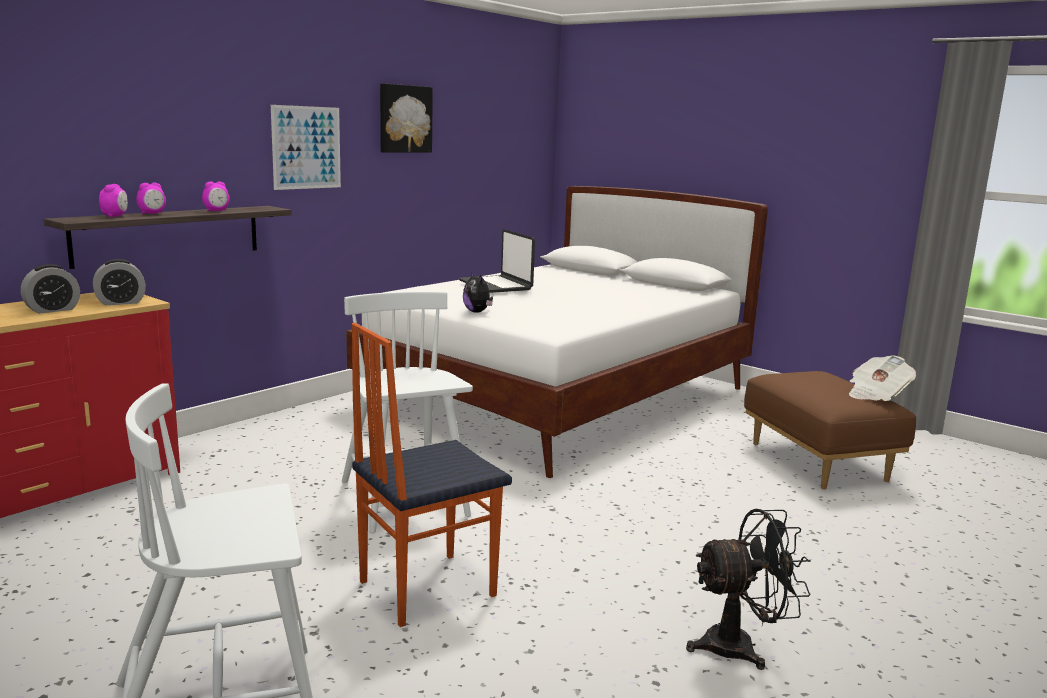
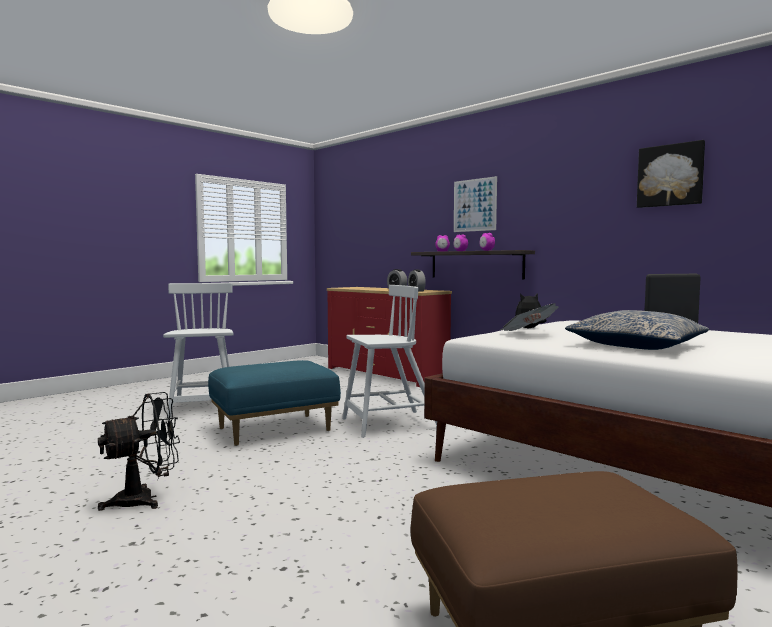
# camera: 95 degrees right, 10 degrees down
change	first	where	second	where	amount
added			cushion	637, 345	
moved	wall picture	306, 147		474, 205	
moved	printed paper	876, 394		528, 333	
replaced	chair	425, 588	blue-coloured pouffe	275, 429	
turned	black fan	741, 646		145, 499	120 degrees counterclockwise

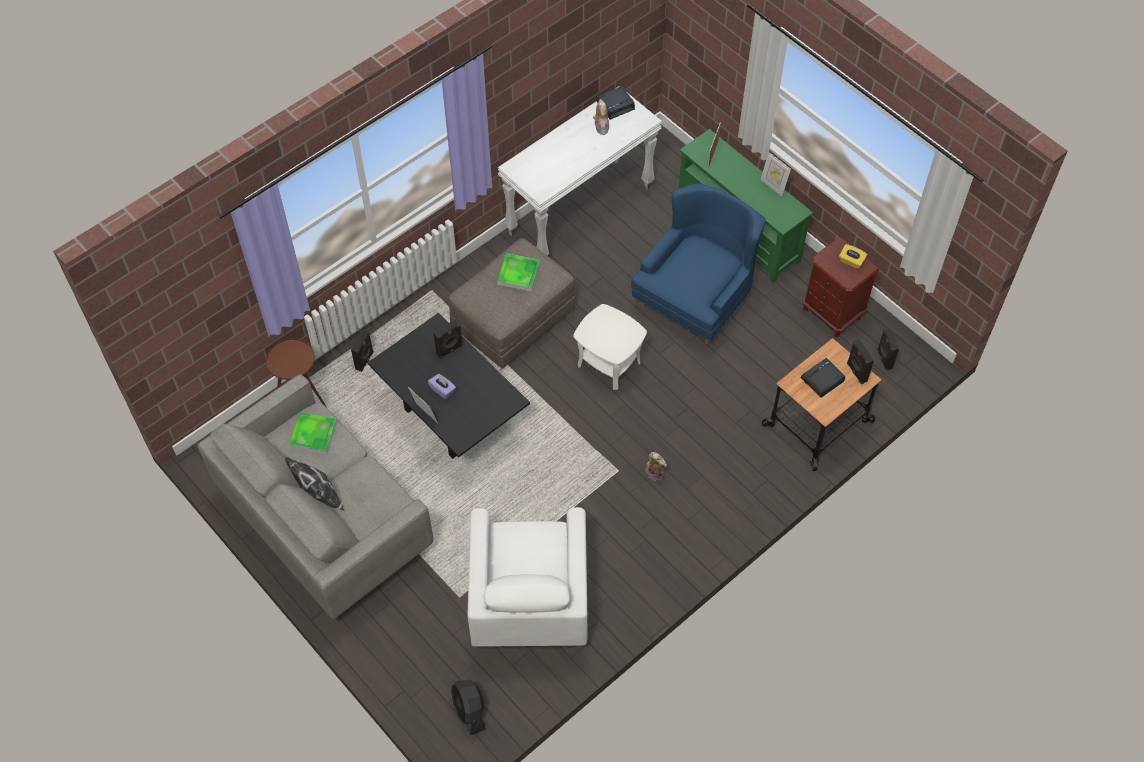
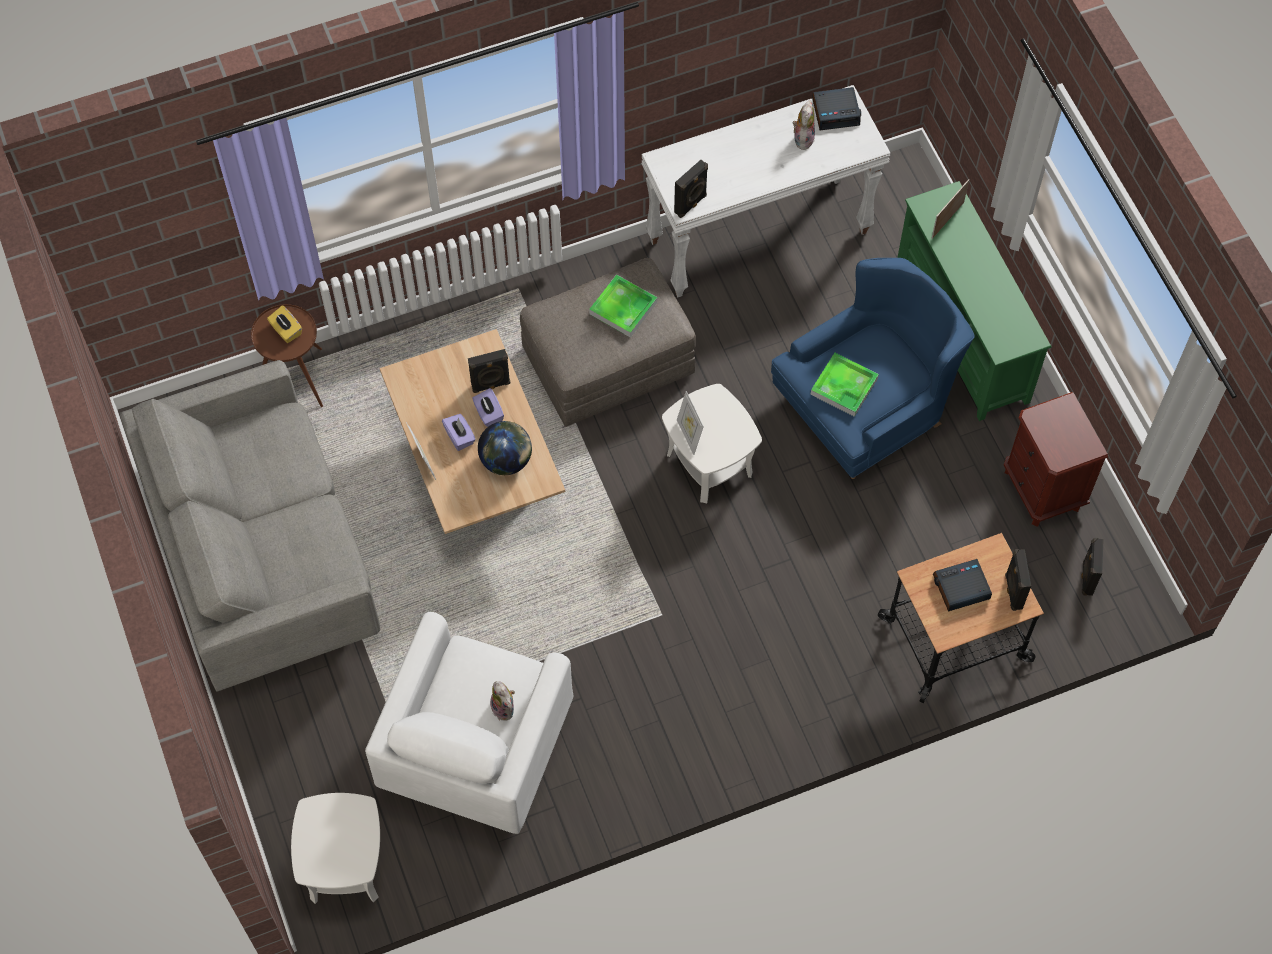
# camera: 20 degrees right, 5 degrees up
change	first	where	second	where	amount
removed	cushion	319, 498			
added			purple box of tissues	488, 414	
added			world globe	506, 461	
moved	serving tray	313, 435		844, 386	
moved	black loudspeaker	365, 361		691, 204	
moved	soft toy	655, 473		505, 708	
moved	standing frame	773, 186		689, 435	
moved	yellow-coloured box of tissues	851, 261		286, 331	
replaced	black fan	469, 710	whitish side table	345, 865	
recoloured	black lounge table	452, 416	beige-coloured lounge table	476, 470	

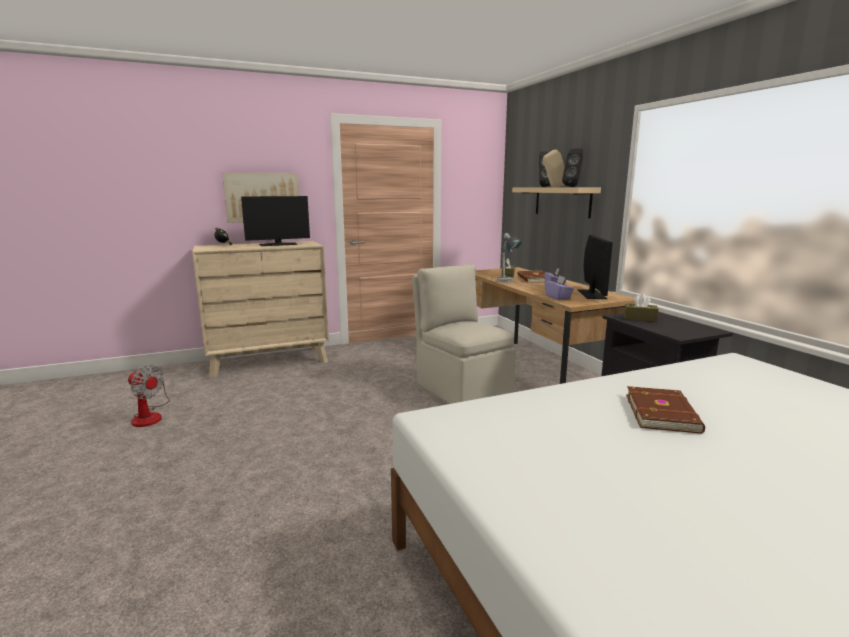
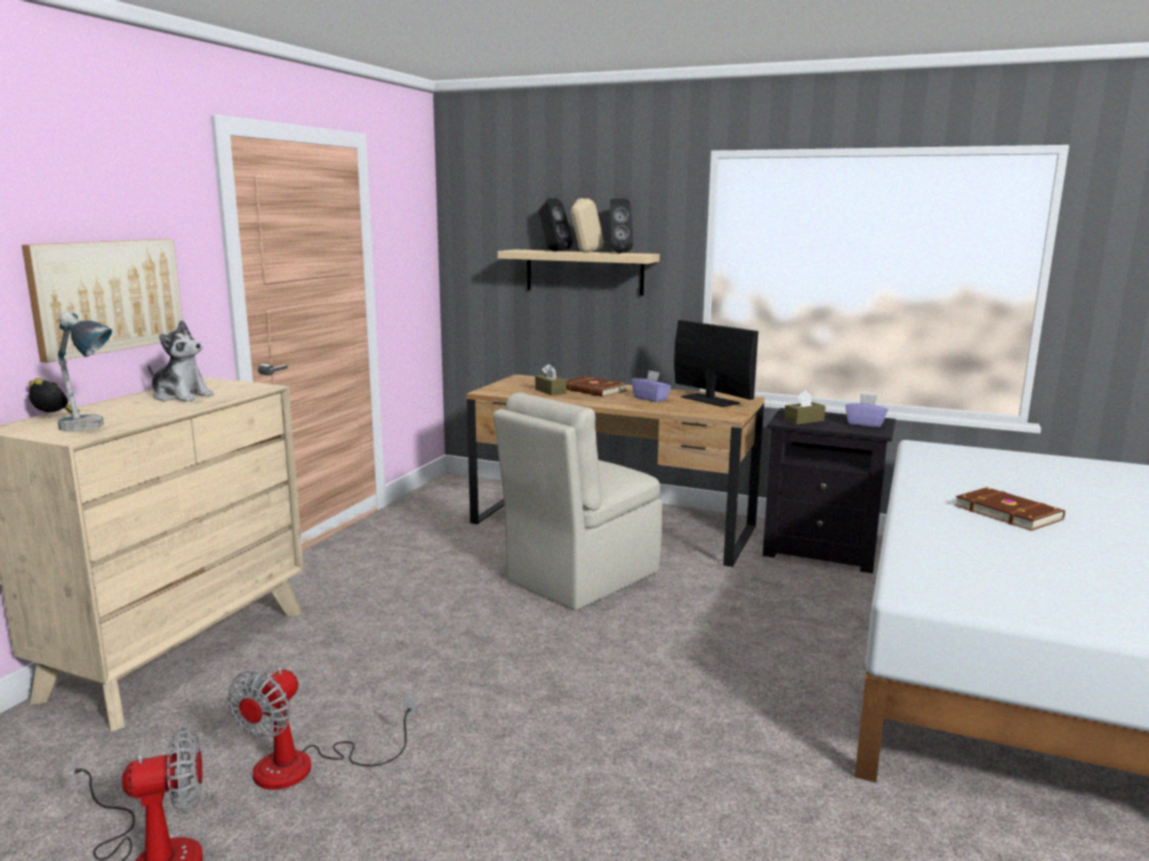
# camera: 45 degrees left, 0 degrees up
change	first	where	second	where	amount
added			fan	305, 767	
moved	table lamp	507, 282		90, 429	
moved	purple box of tissues	558, 297		865, 424	
replaced	computer screen	278, 244	soft toy	181, 396	
turned	beige-coloured chair	461, 389		580, 577	60 degrees counterclockwise

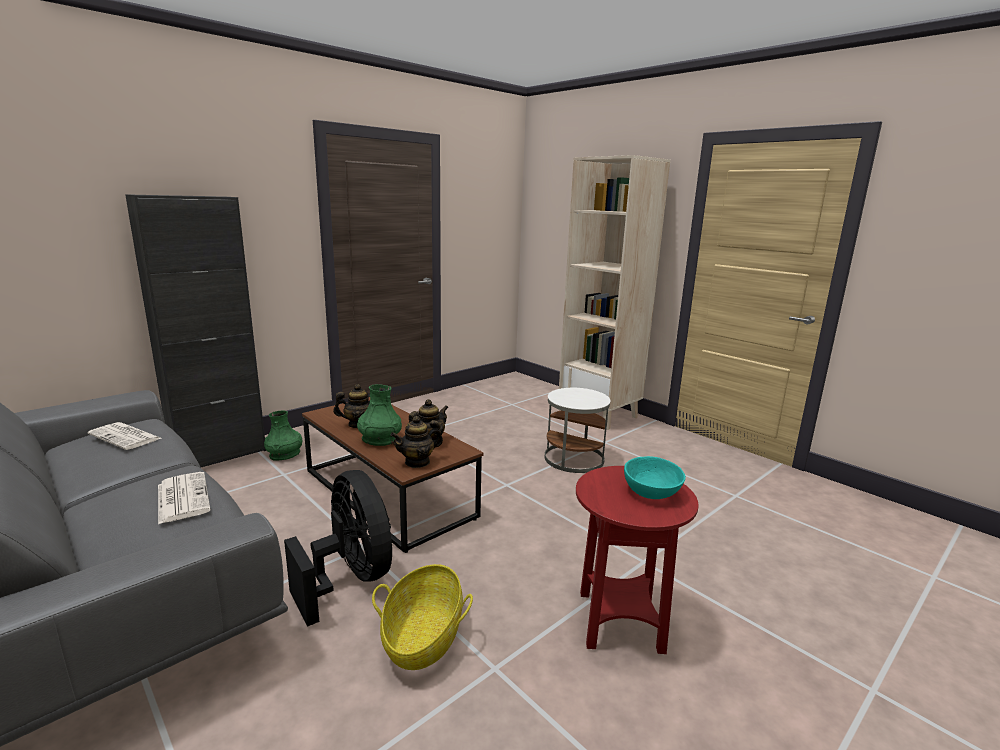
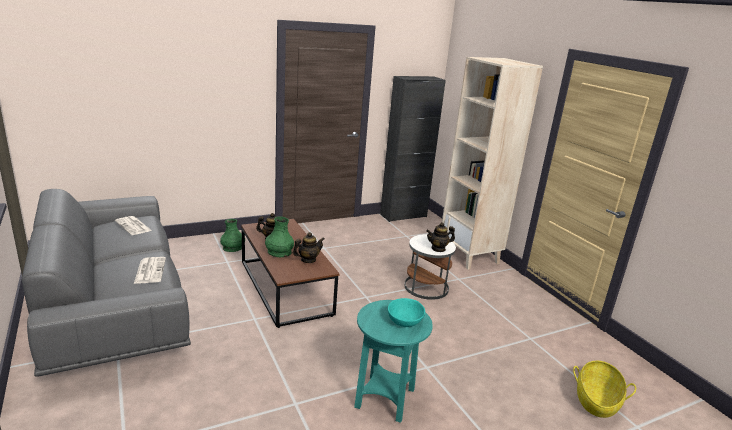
# camera: 15 degrees right, 5 degrees up
change	first	where	second	where	amount
removed	black fan	350, 578			
moved	black cupboard	219, 455		403, 215	
moved	storage basket	423, 636		596, 401	
moved	tea pot	417, 462		438, 249	
recoloured	red side table	620, 622	turquoise side table	385, 399	

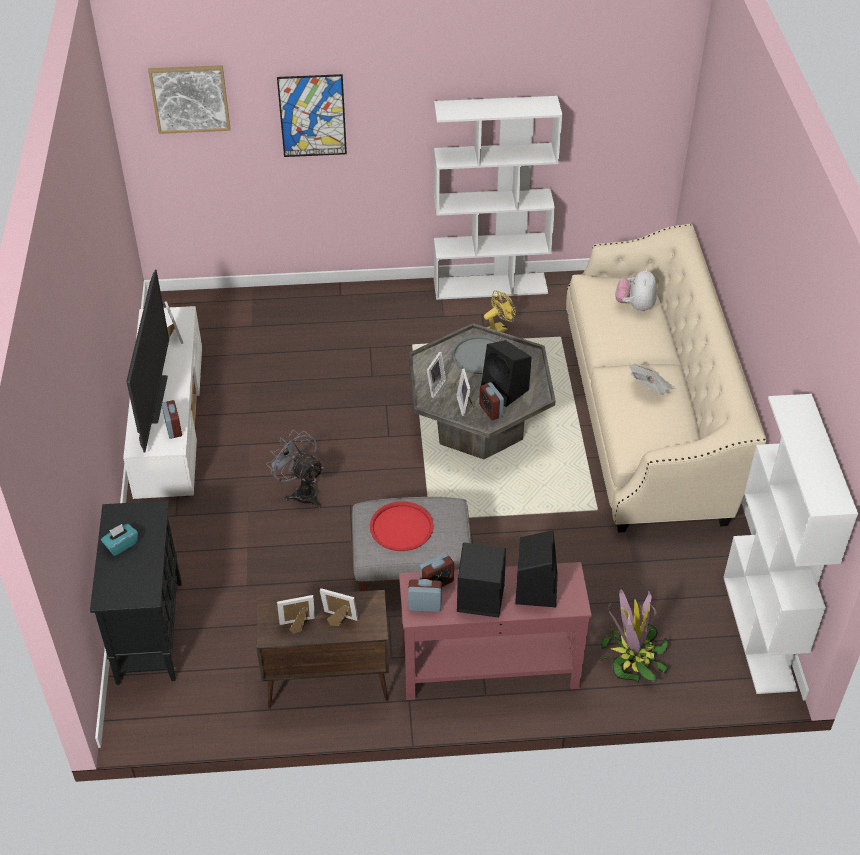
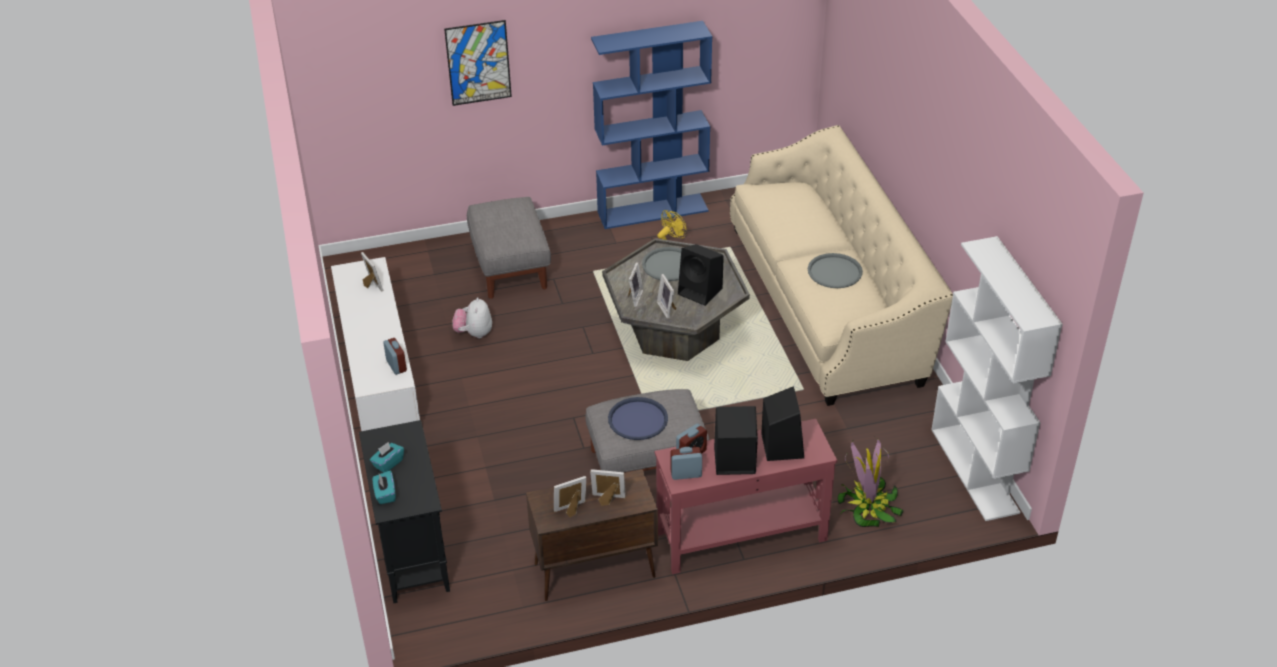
# camera: 10 degrees left, 5 degrees down
change	first	where	second	where	amount
removed	TV set	156, 399			
removed	wall picture	190, 98			
removed	greyish fan	301, 492			
removed	bedside clock	491, 410			
added			turquoise box of tissues	385, 494	
added			greyish pouffe	510, 269	
moved	soft toy	635, 306		474, 333	
replaced	printed paper	651, 389	greyish serving tray	834, 271	
recoloured	red serving tray	401, 527	blue-coloured serving tray	637, 419	
recoloured	whitish bookcase	491, 286	blue-coloured bookcase	653, 211	

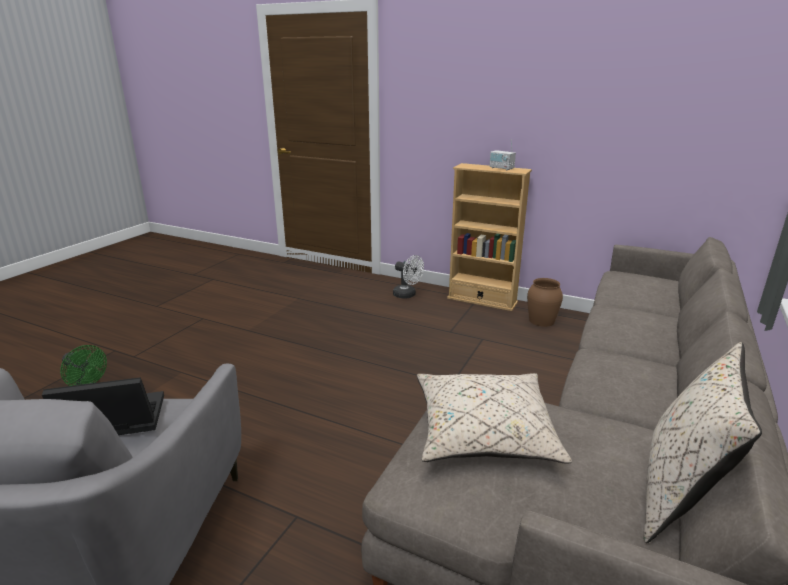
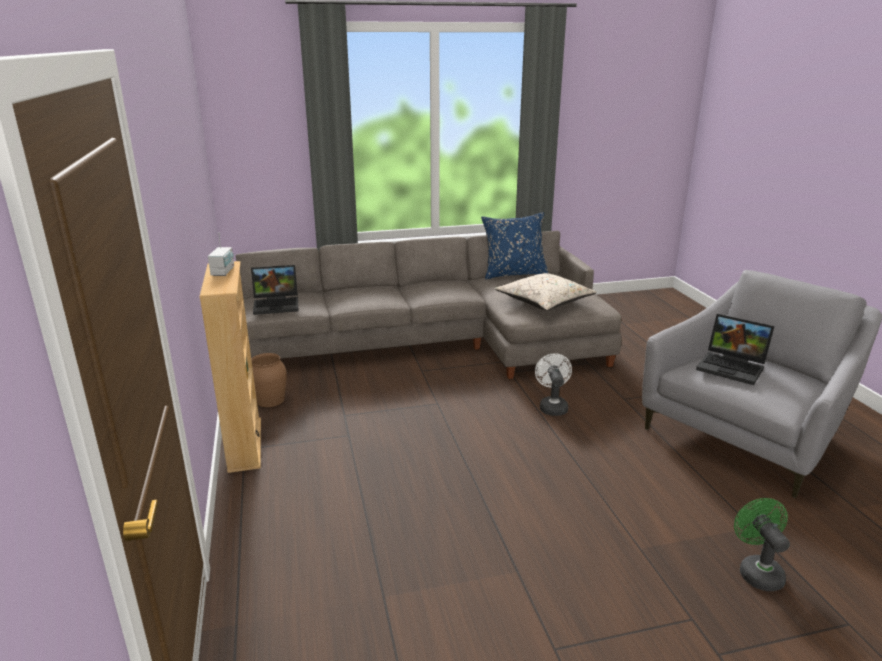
# camera: 130 degrees left, 0 degrees up
change	first	where	second	where	amount
added			laptop	277, 304	
moved	whitish fan	407, 295		552, 406	
recoloured	beige-coloured cushion	679, 494	blue-coloured cushion	513, 274	

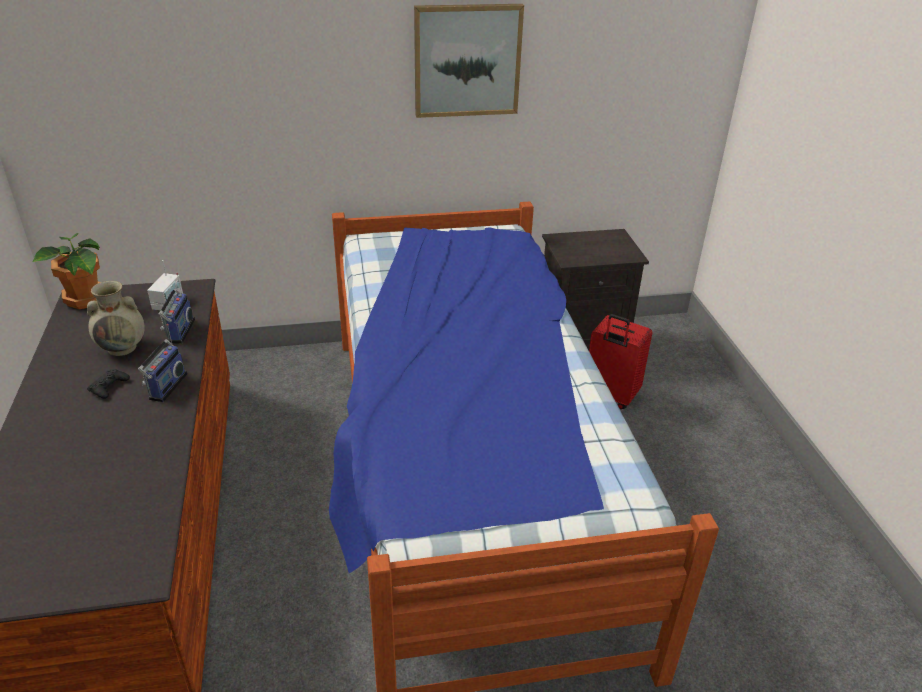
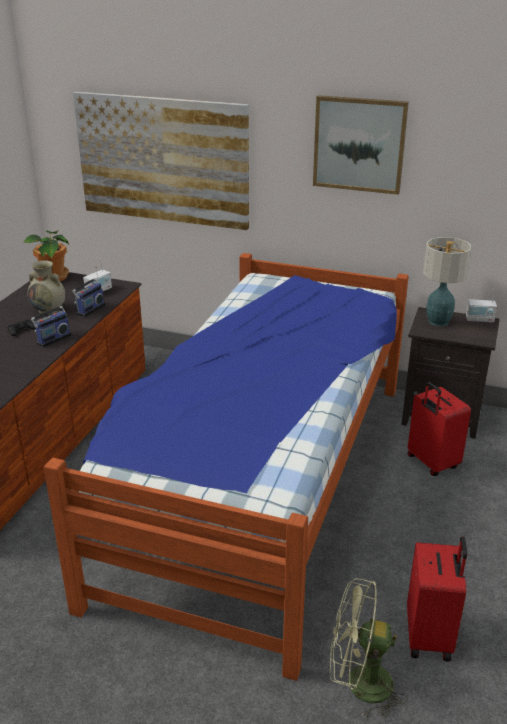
# camera: 30 degrees right, 5 degrees down
change	first	where	second	where	amount
added			wall picture	163, 160	
added			greenish fan	359, 684	
added			red suitcase	430, 636	
added			table lamp	437, 321	
added			radio set	479, 320	

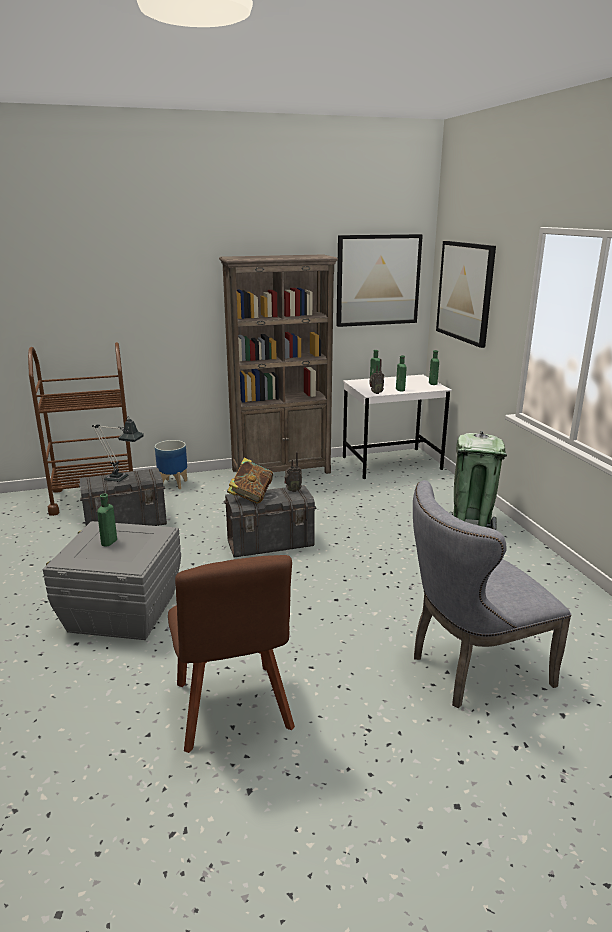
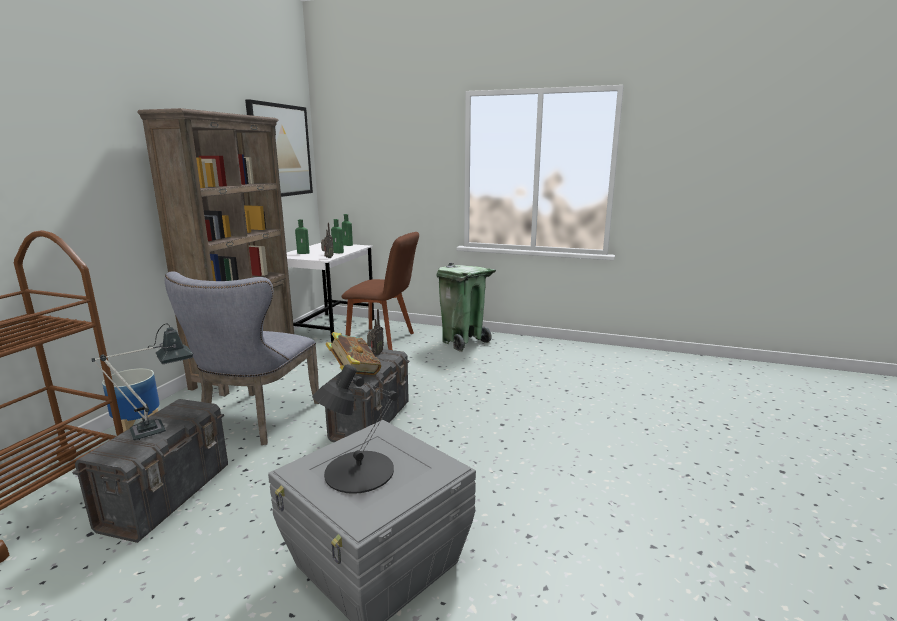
# camera: 55 degrees left, 5 degrees down
change	first	where	second	where	amount
removed	wall picture	465, 292			
moved	brown-coloured chair	233, 711		383, 339	
moved	greyish chair	472, 670		257, 421	
replaced	greenish bottle	108, 542	black table lamp	358, 471	

